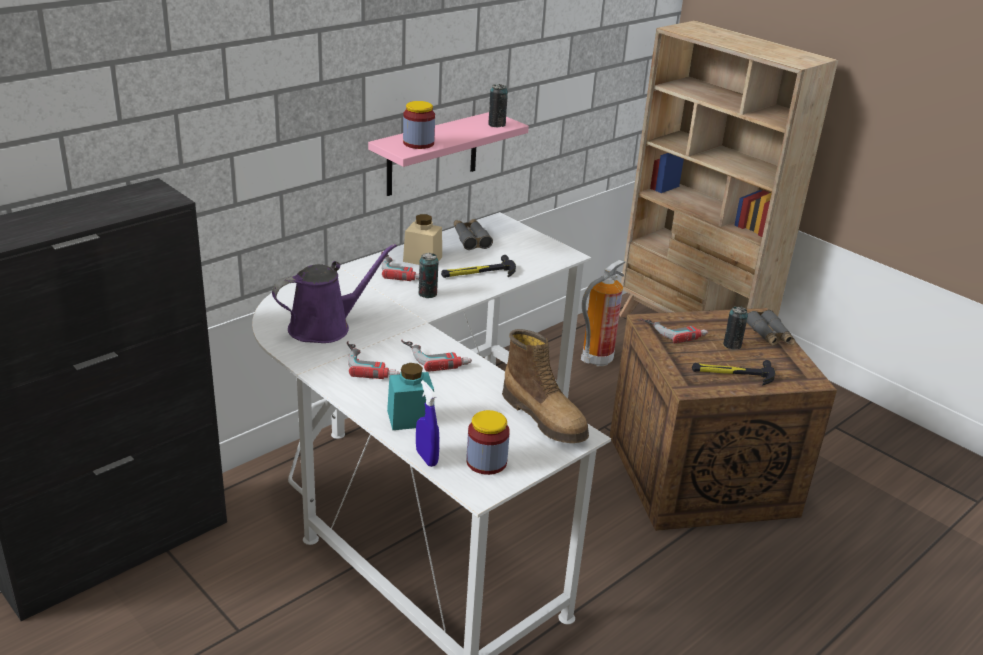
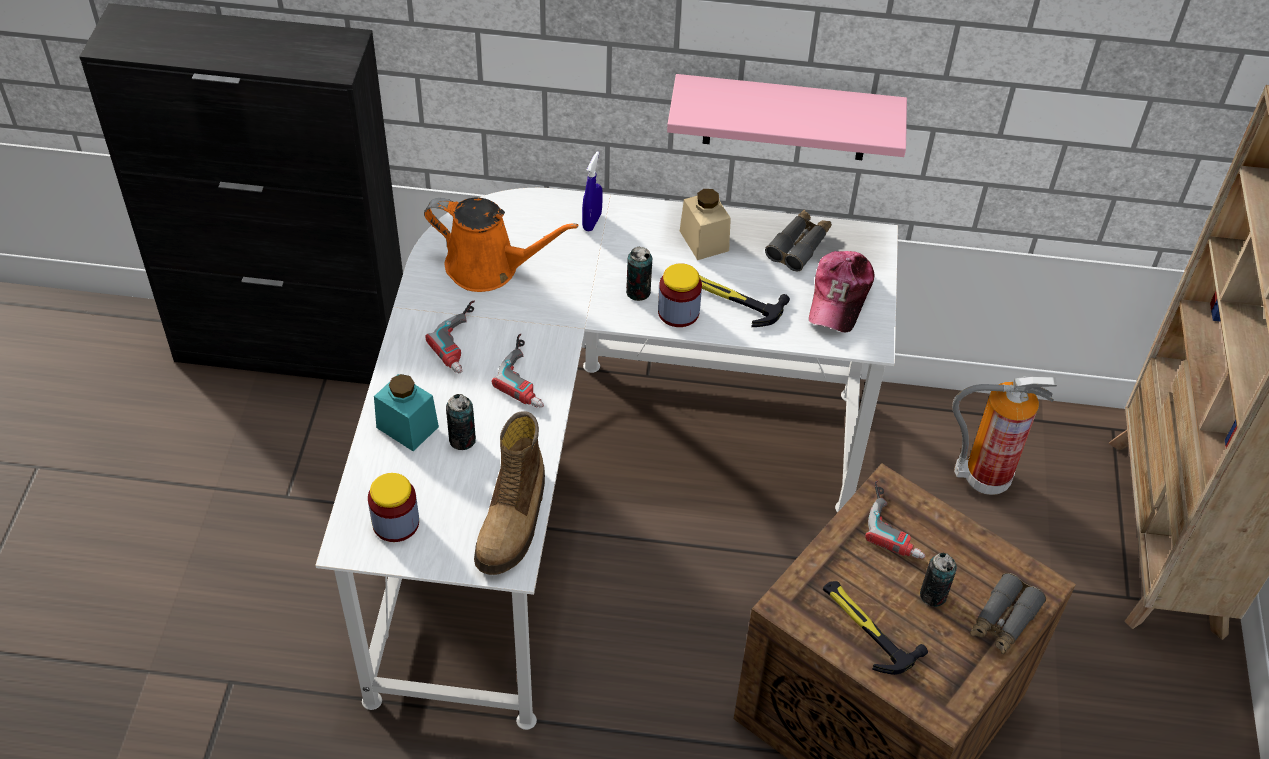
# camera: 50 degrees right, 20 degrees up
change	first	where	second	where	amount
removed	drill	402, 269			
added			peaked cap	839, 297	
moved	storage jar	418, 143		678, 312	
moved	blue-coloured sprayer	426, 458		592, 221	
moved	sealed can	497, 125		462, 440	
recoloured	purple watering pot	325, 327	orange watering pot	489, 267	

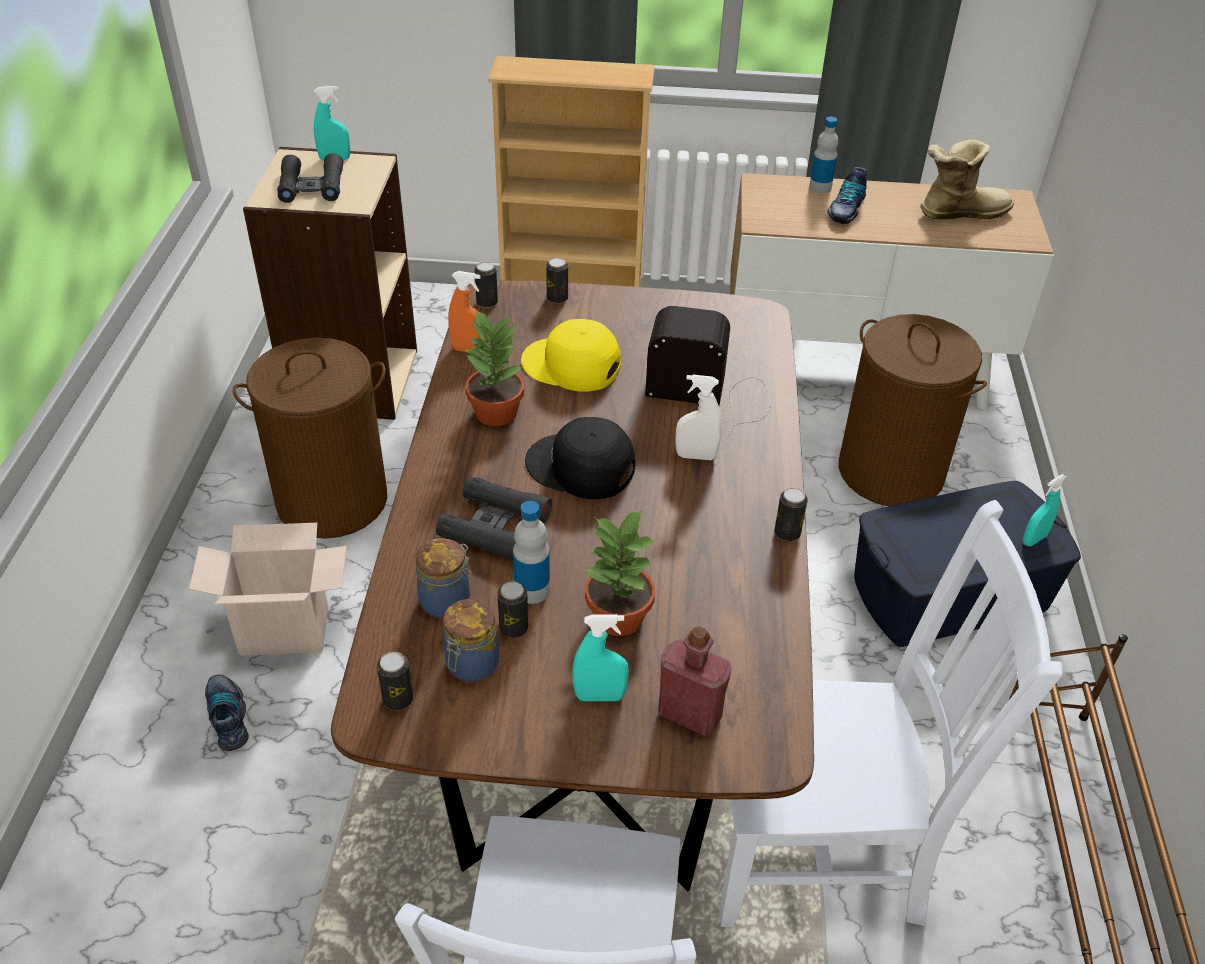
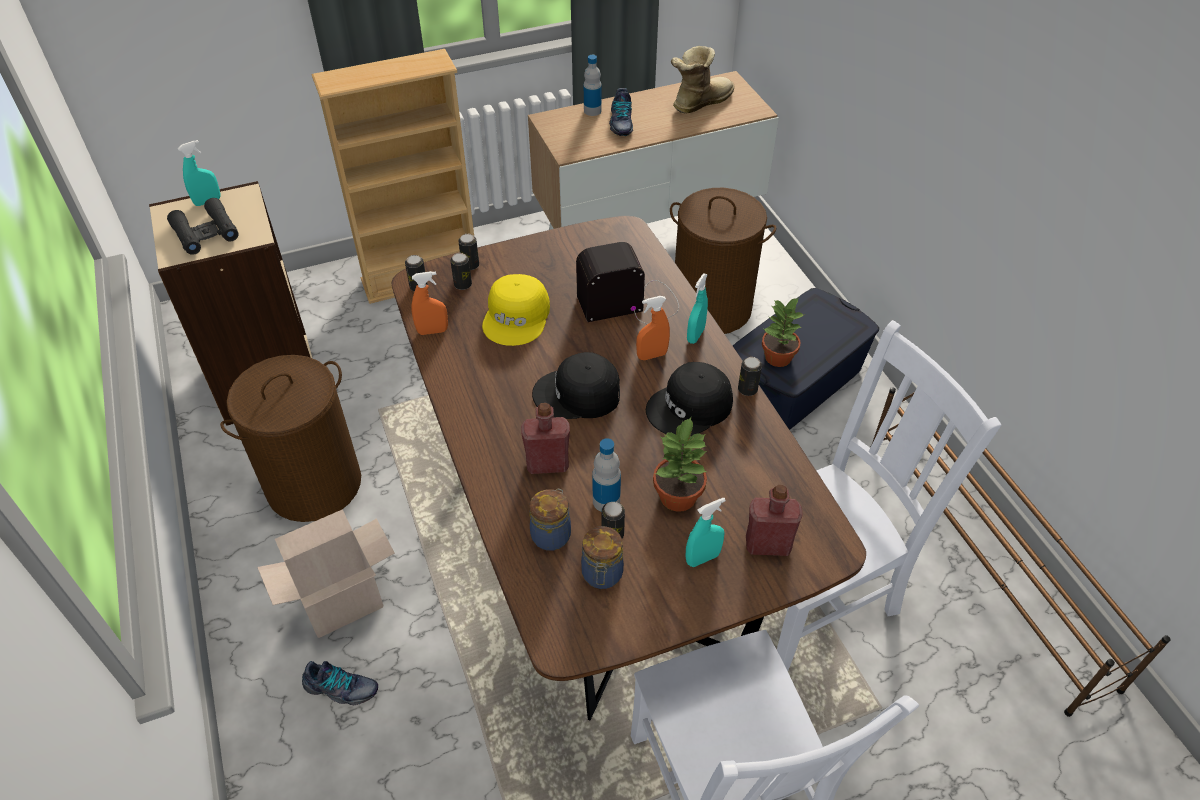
# camera: 25 degrees left, 5 degrees up
change	first	where	second	where	amount
added			black peaked cap	690, 407	
moved	sealed can	398, 699		463, 284	
moved	plant in a pot	494, 412		777, 357	
moved	turquoise sprayer	1034, 539		695, 335	
replaced	black field glasses	495, 526	red bottle	547, 464	
recoloured	whitish sprayer	696, 456	orange sprayer	652, 355	
turned	low shoe	228, 716		341, 689	150 degrees clockwise
turned	yellow-coloured peaked cap	571, 366		517, 317	75 degrees counterclockwise

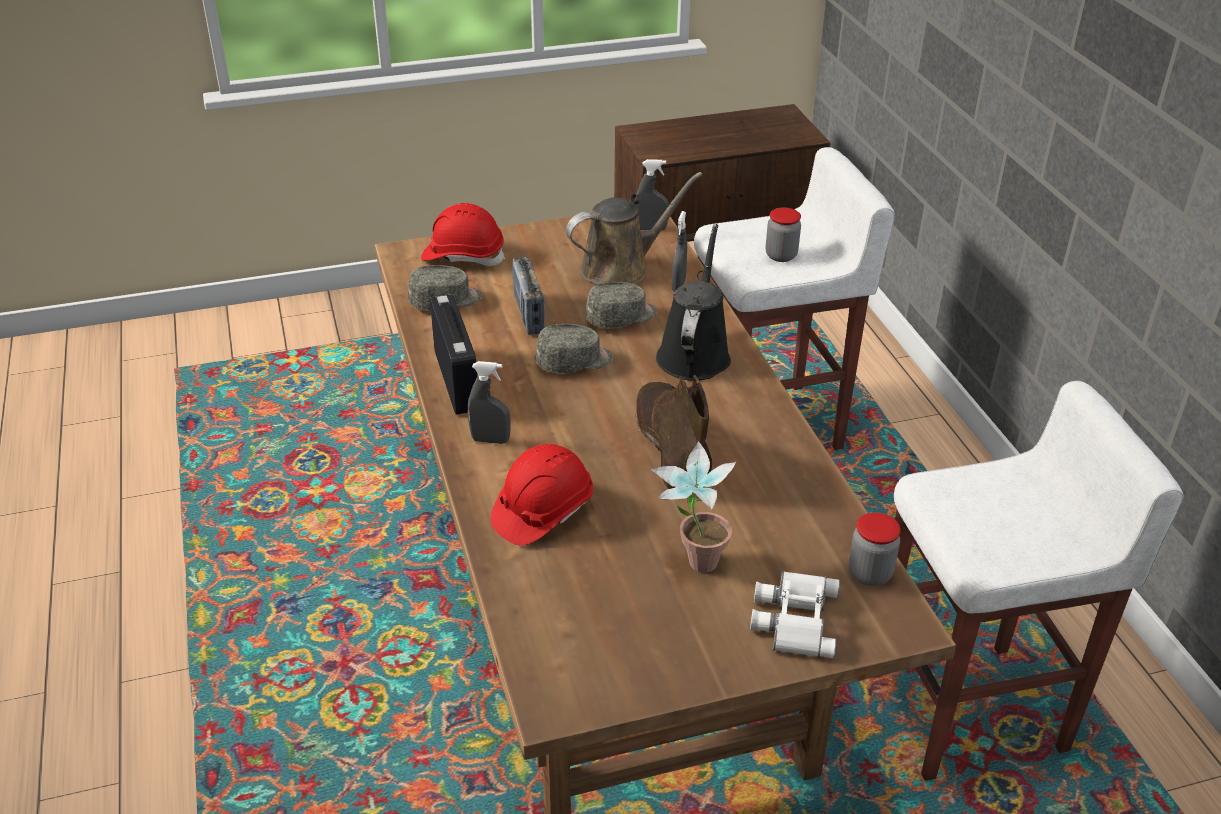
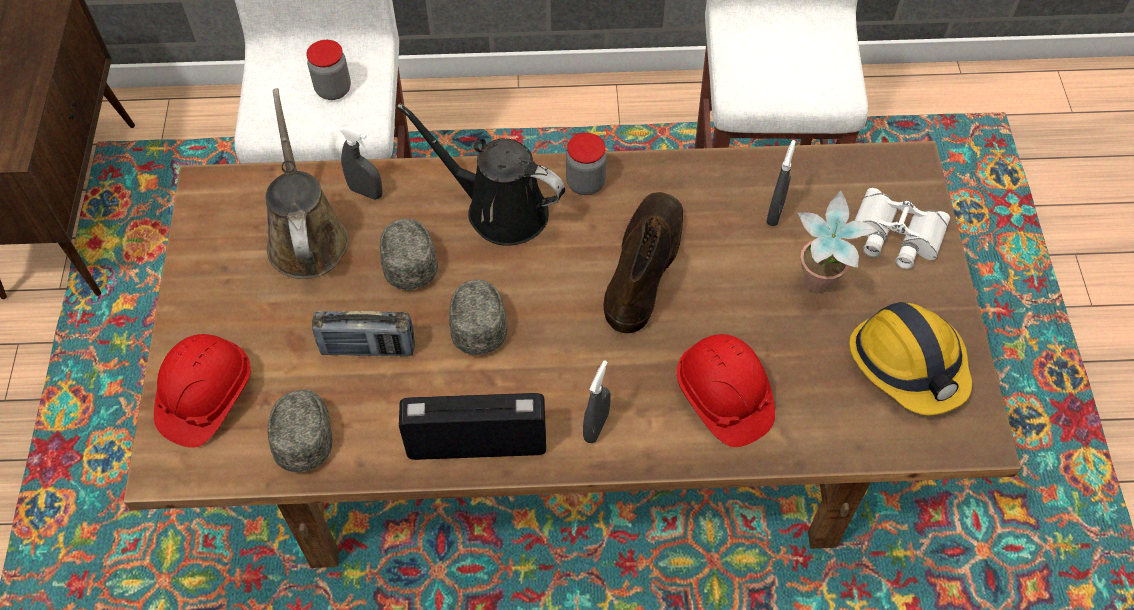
# camera: 75 degrees left, 20 degrees up
change	first	where	second	where	amount
added			safety helmet	908, 364	
moved	greyish sprayer	651, 229		775, 213	
moved	storage jar	870, 574		585, 183	
turned	brown-coloured boot	671, 444		644, 266	105 degrees clockwise

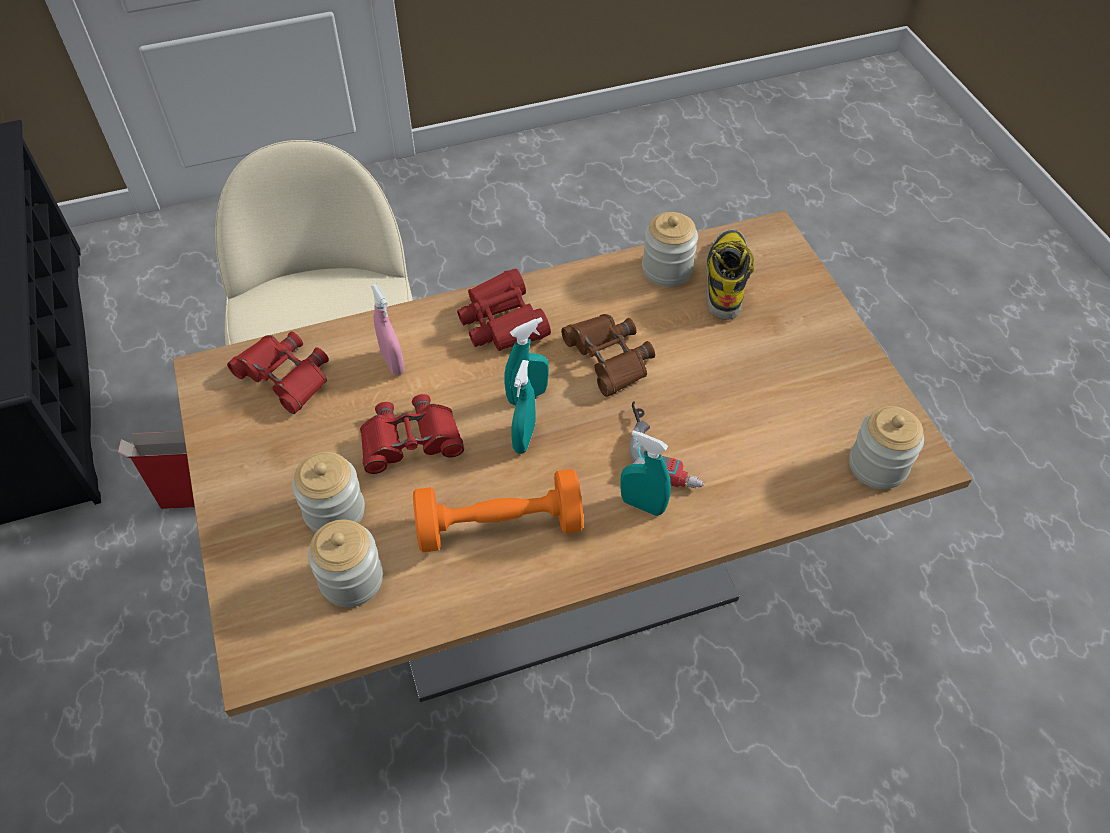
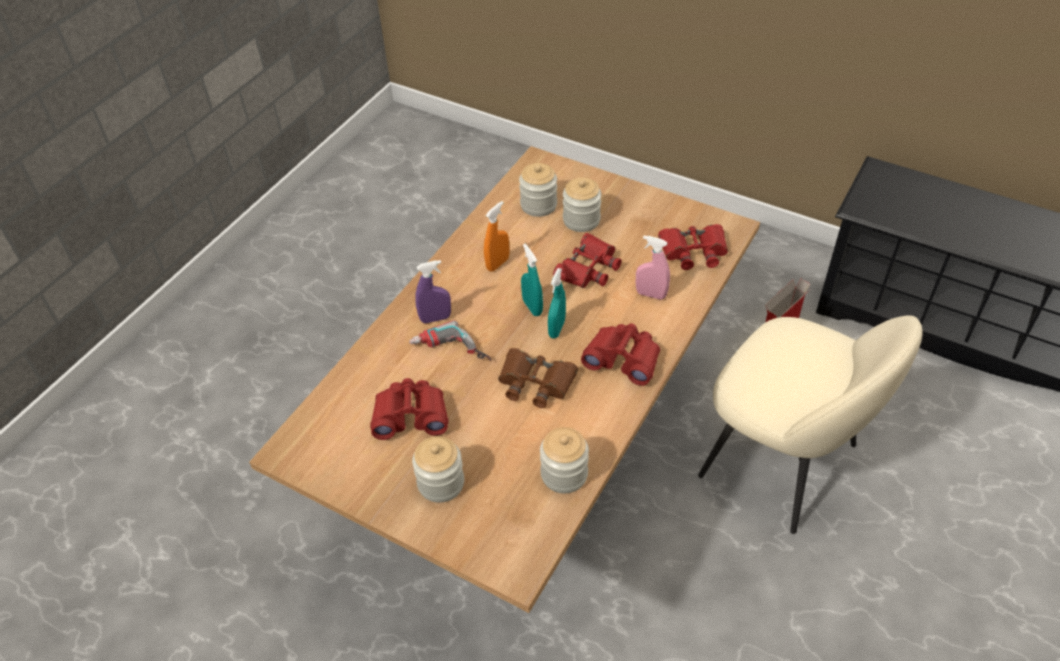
# camera: 140 degrees right, 5 degrees down
change	first	where	second	where	amount
removed	boot	725, 278			
added			red field glasses	411, 415	
moved	storage jar	877, 465		441, 483	
replaced	orange hand weight	499, 526	orange sprayer	497, 264	
recoloured	turquoise sprayer	642, 505	purple sprayer	435, 318	

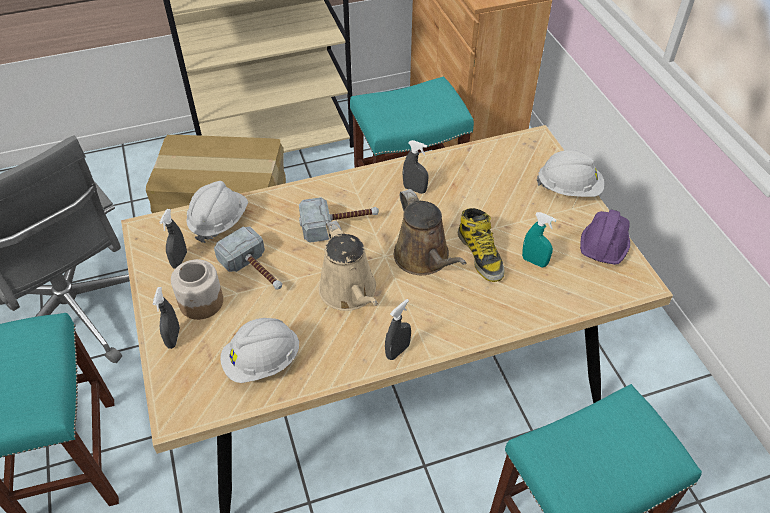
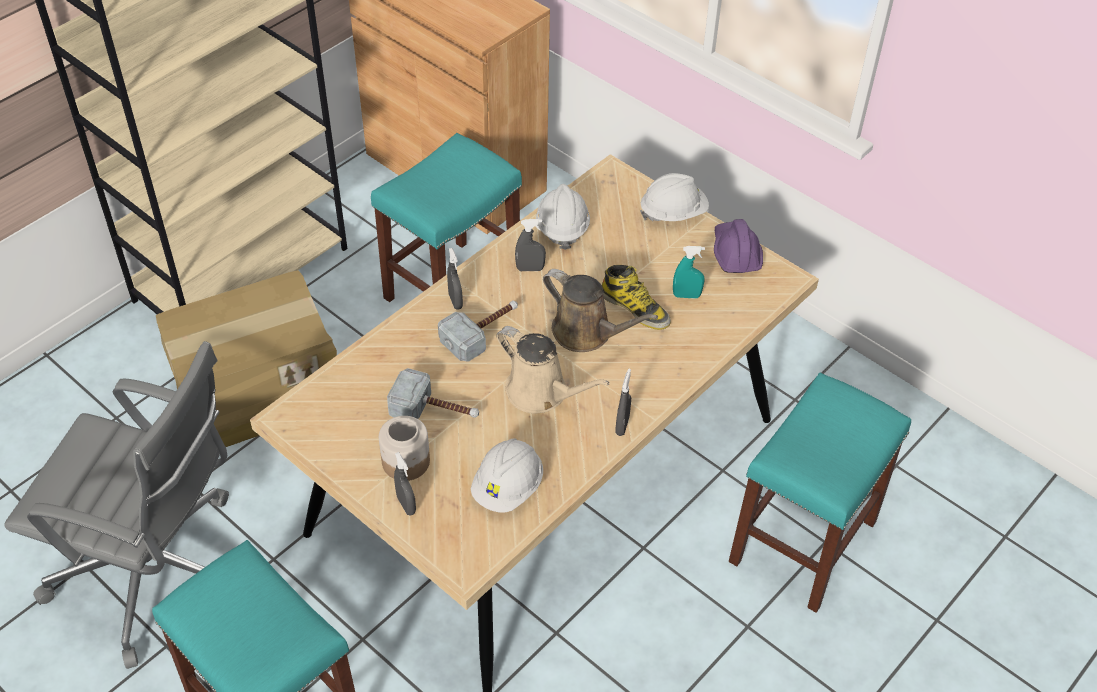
# camera: 30 degrees left, 0 degrees up
change	first	where	second	where	amount
moved	greyish sprayer	179, 260		455, 301	
moved	whitish safety helmet	219, 222		562, 227	

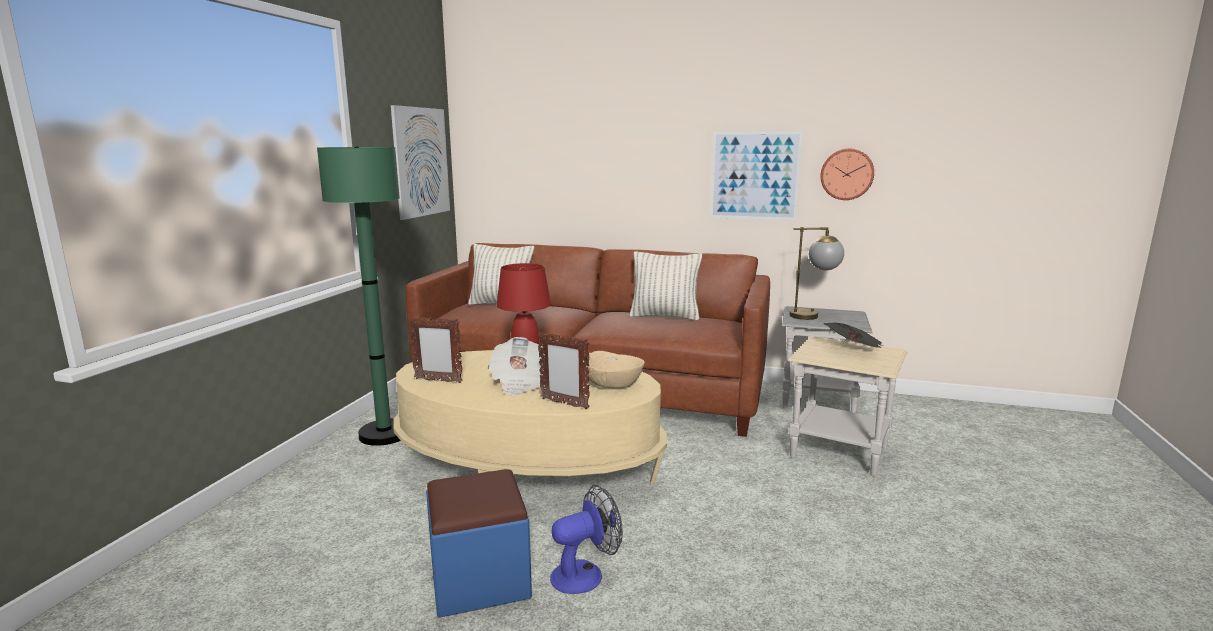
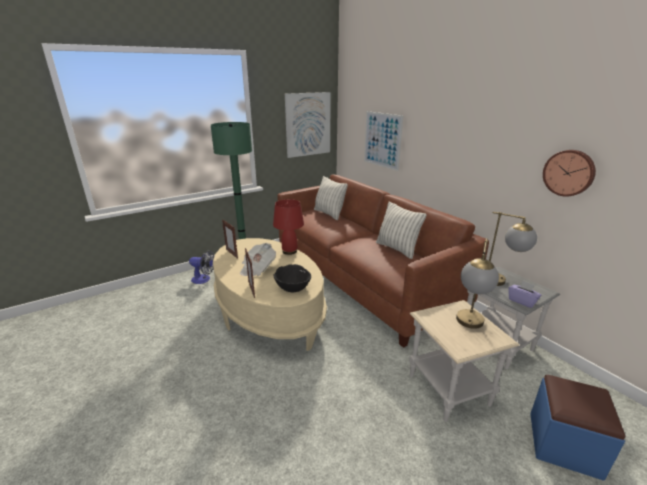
# camera: 40 degrees right, 10 degrees up
change	first	where	second	where	amount
added			purple box of tissues	522, 301	
moved	blue-coloured pouffe	480, 580		564, 444	
moved	fan	585, 574		204, 279	
moved	wall picture	754, 175		382, 140	
replaced	printed paper	854, 351	table lamp	469, 326	
recoloured	beige-coloured serving bowl	612, 384	black serving bowl	293, 287	

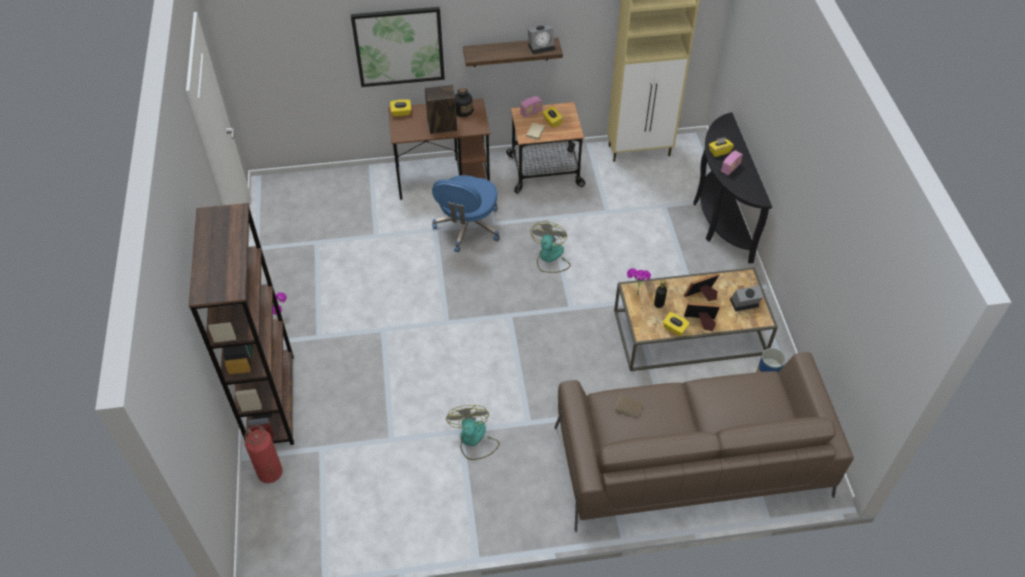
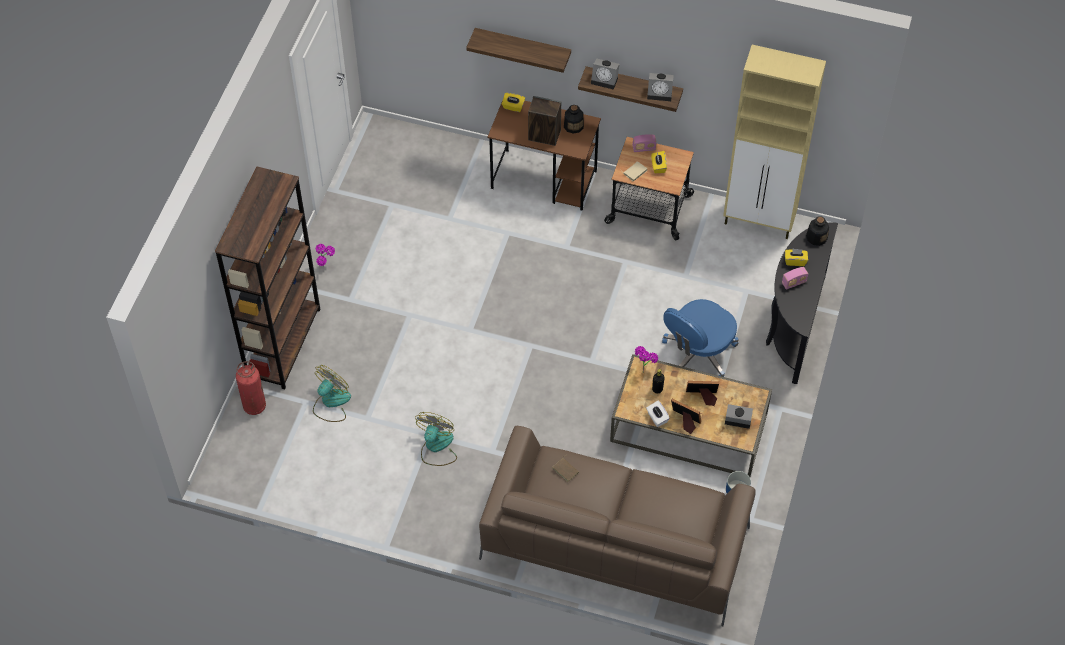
# camera: 25 degrees right, 5 degrees up
change	first	where	second	where	amount
added			bedside clock	605, 80	
added			bottle	816, 237	
moved	blue-coloured office chair	467, 227		698, 354	
moved	fan	550, 258		331, 403	
replaced	wall picture	399, 46	bracket shelf	523, 47	
recoloured	yellow-coloured box of tissues	674, 329	whitish box of tissues	657, 418	

